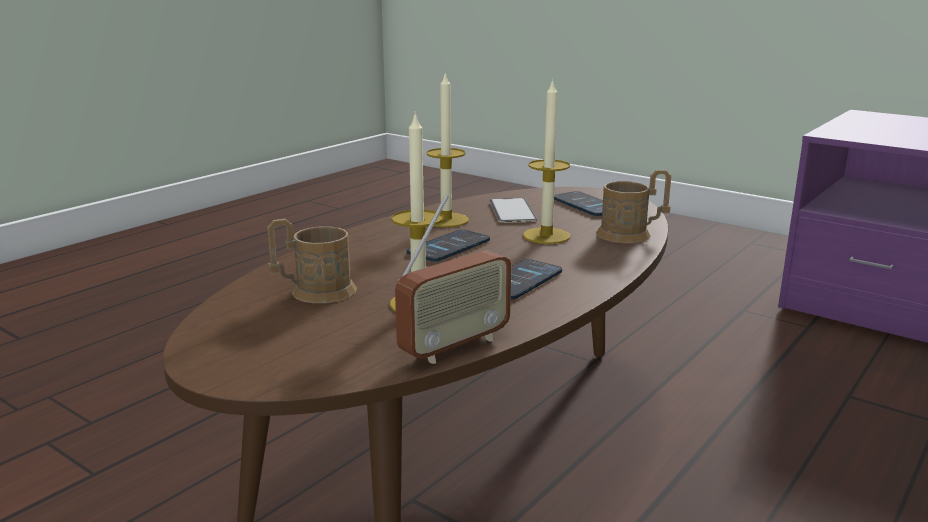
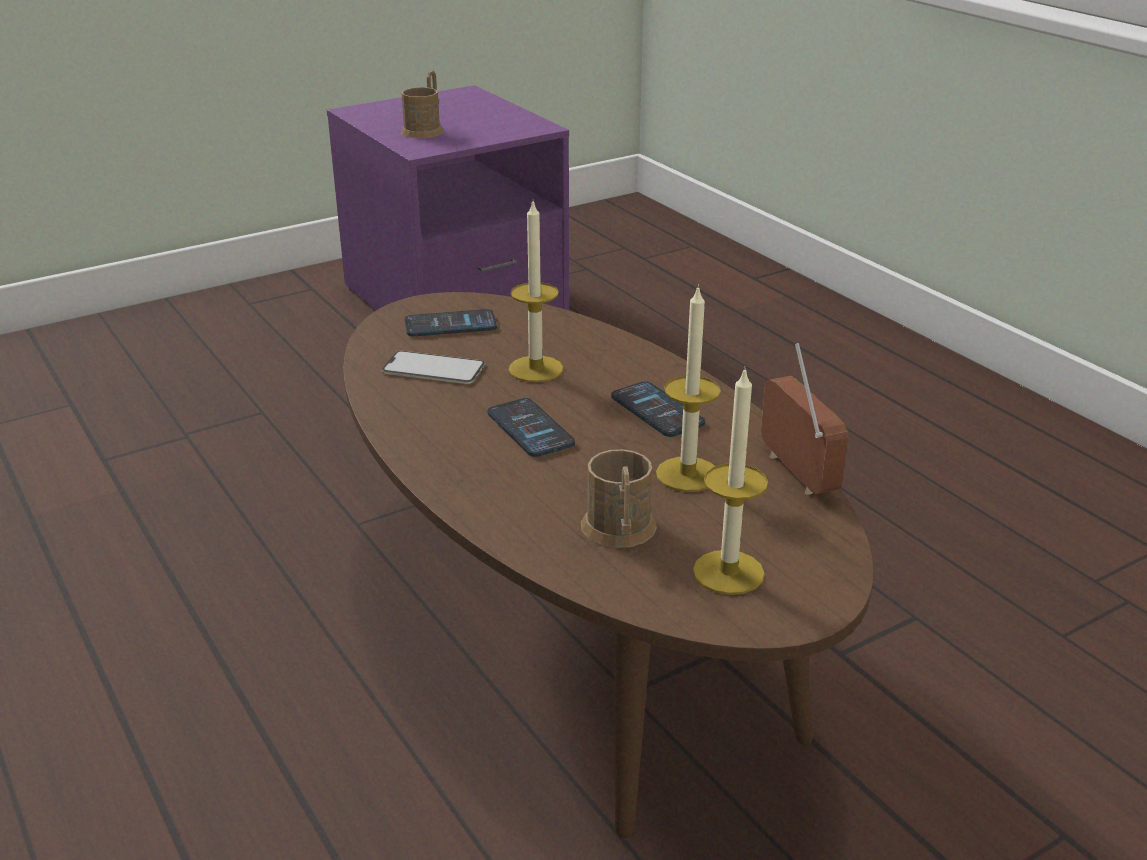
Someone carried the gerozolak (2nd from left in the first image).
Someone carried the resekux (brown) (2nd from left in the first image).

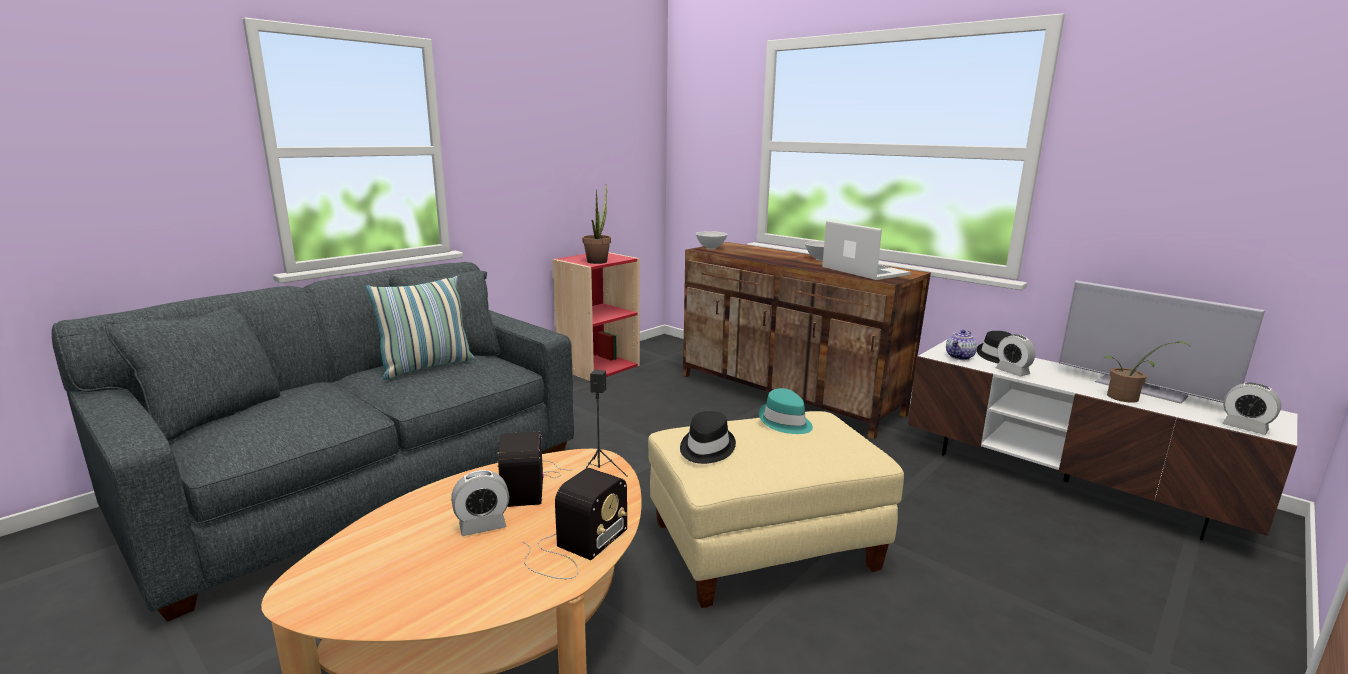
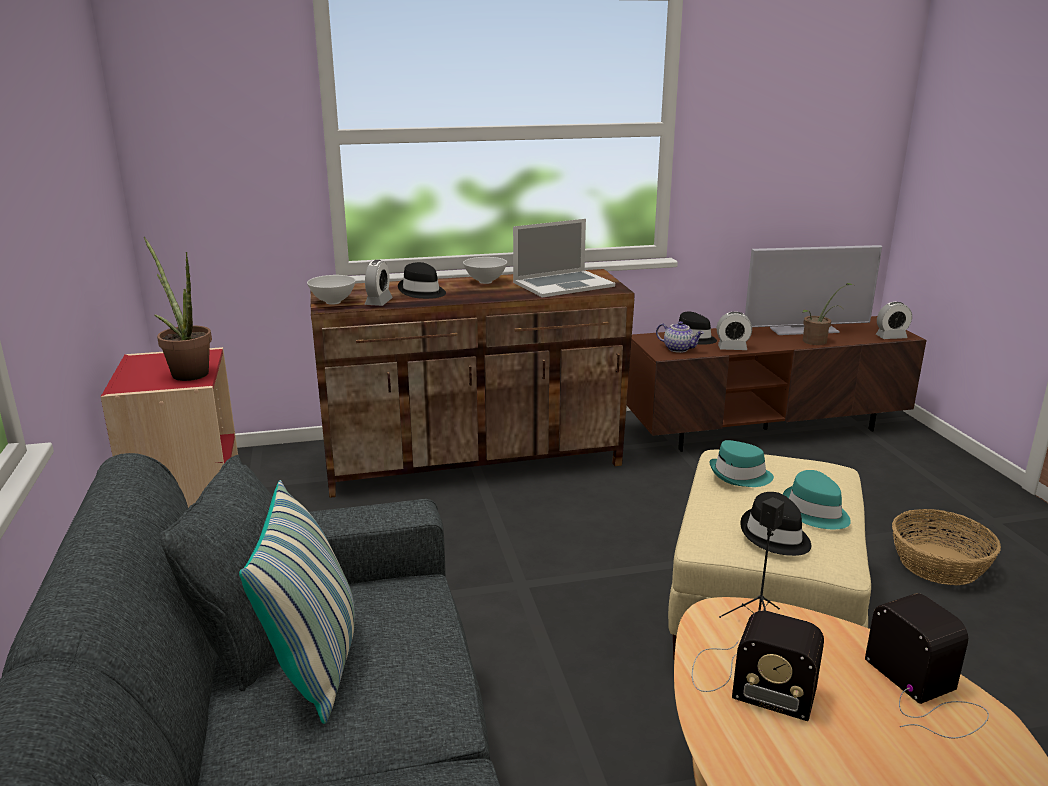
Someone put down the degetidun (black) (1st from left).
Someone put down the degetidun (turquoise) (2nd from left).
Someone put down the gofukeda.
Someone carried the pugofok (1st from left).
Someone repainted the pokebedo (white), which became the pokebedo (brown).
Someone rotated the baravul by 150 degrees clockwise.
Someone rotated the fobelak by 45 degrees counterclockwise.

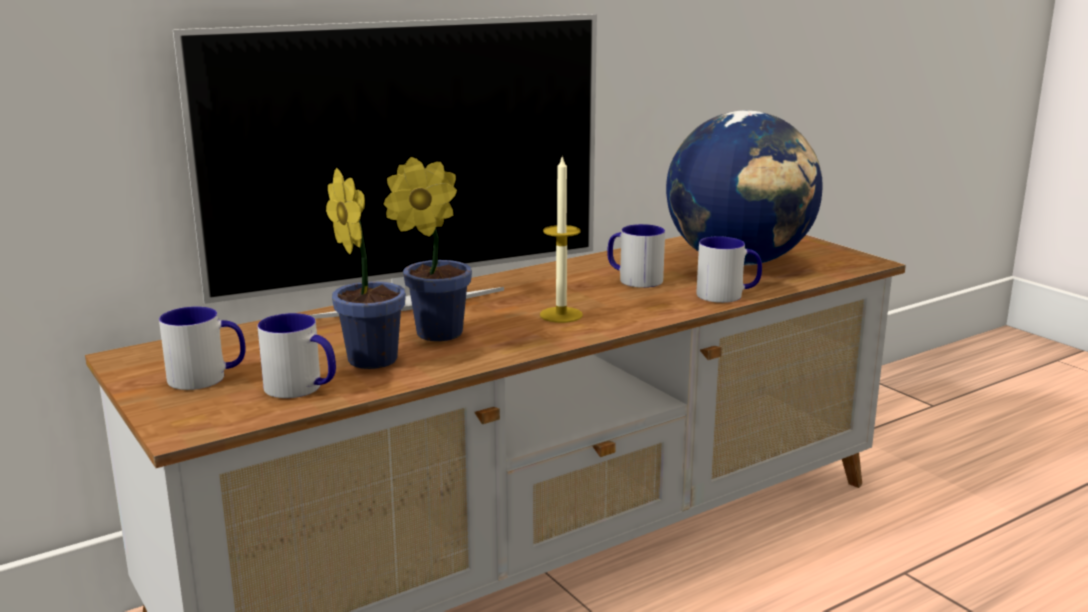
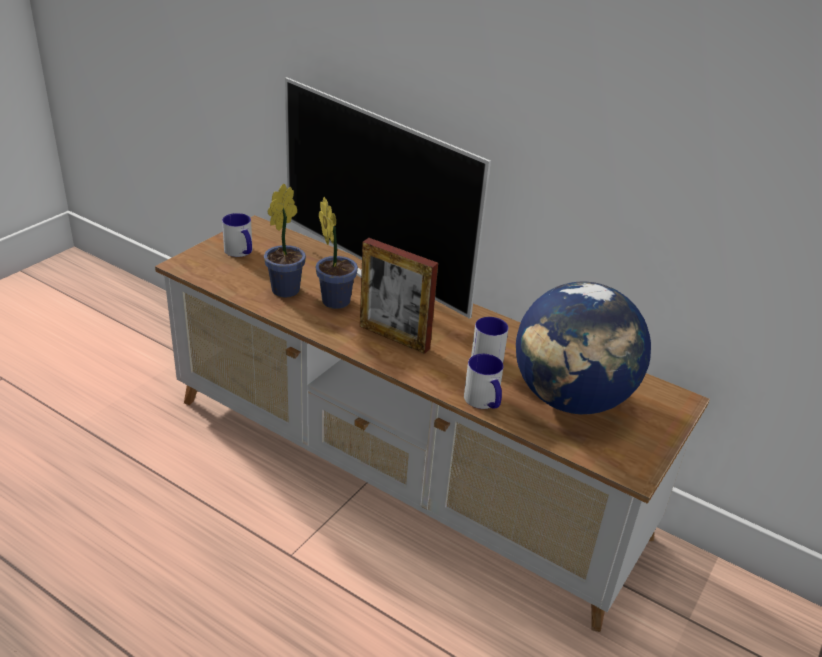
Someone took away the resekux (2nd from left).
Someone swapped the gerozolak for the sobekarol.

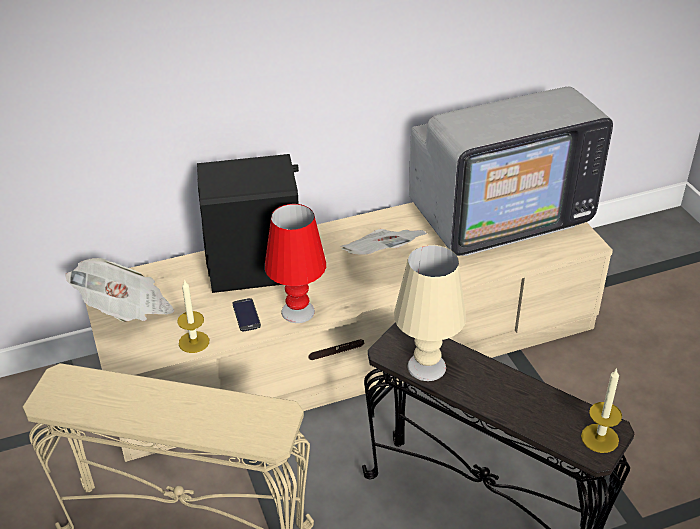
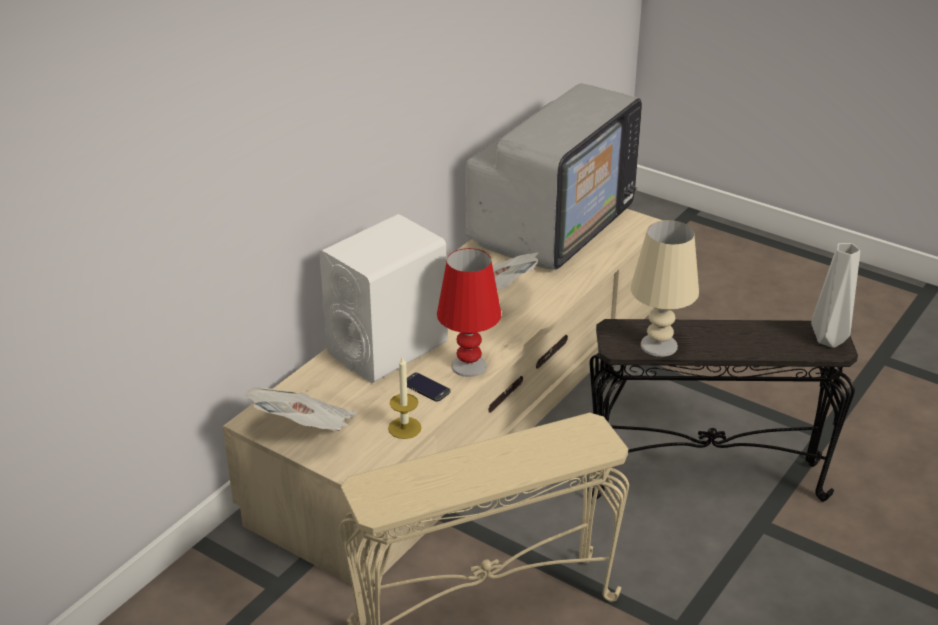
Someone swapped the gerozolak (2nd from left) for the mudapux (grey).
Someone repainted the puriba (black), which became the puriba (white).

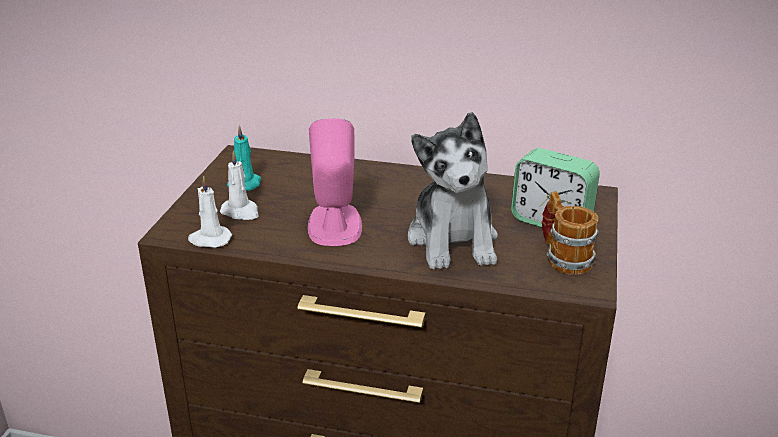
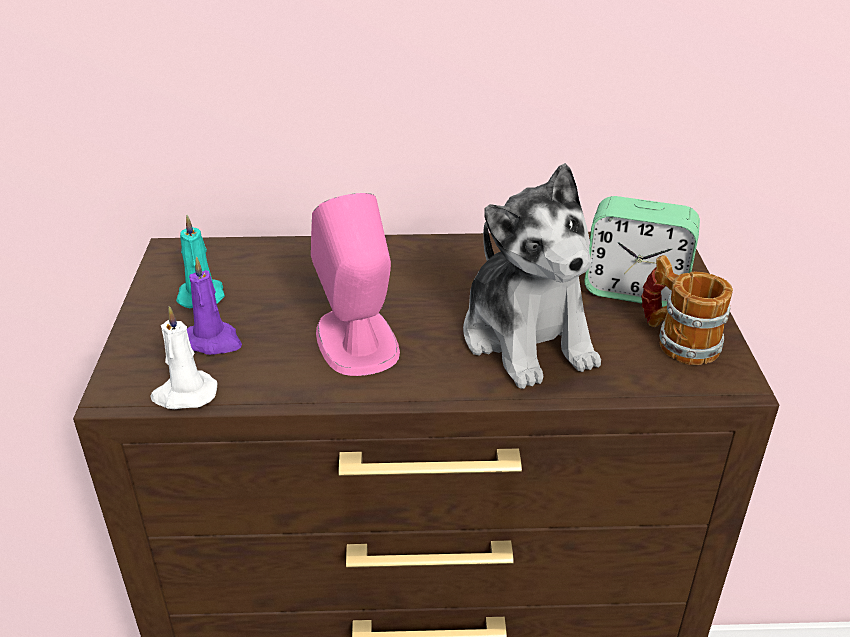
Someone repainted the gerozolak (white) (2nd from left), which became the gerozolak (purple).

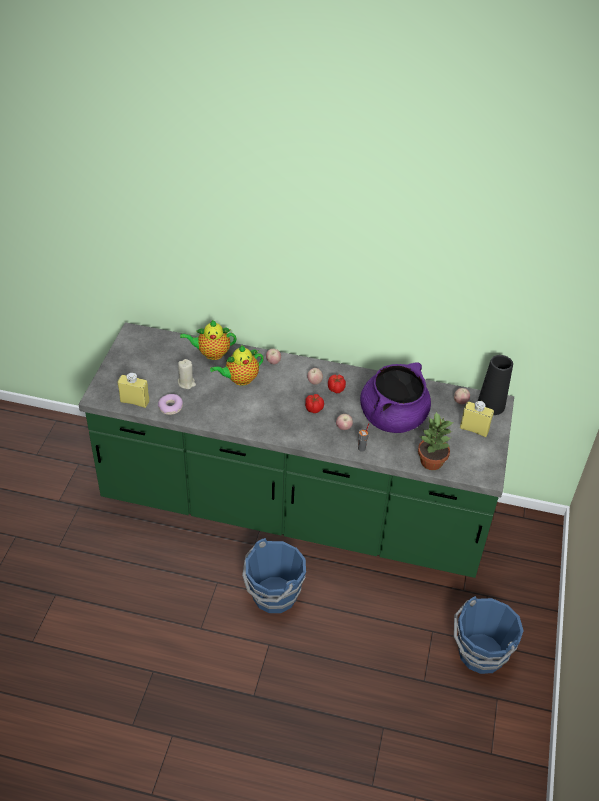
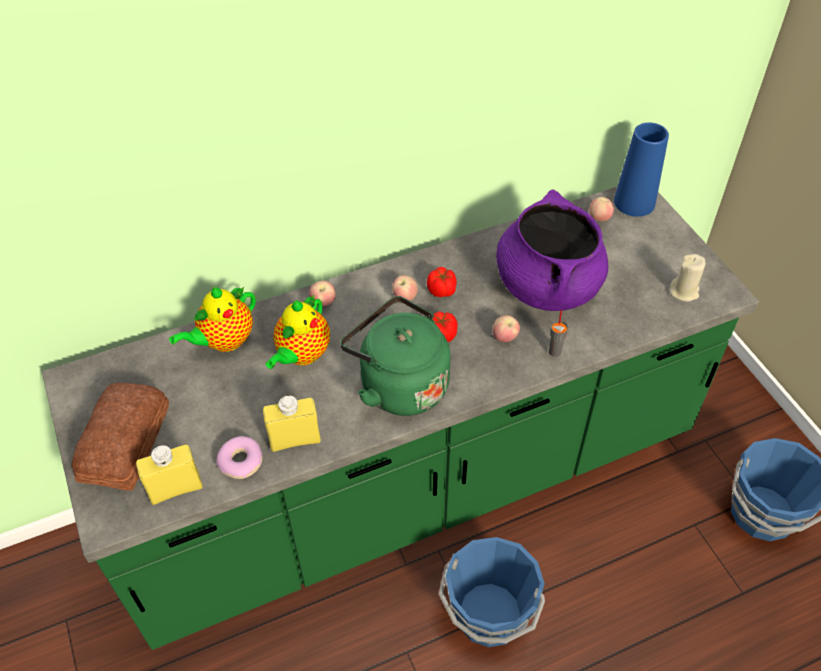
Someone took away the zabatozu.
Someone put down the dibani.
Someone put down the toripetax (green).
Someone carried the gerozolak (beige).
Someone carried the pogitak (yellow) (2nd from left).
Someone repainted the mudapux (black), which became the mudapux (blue).

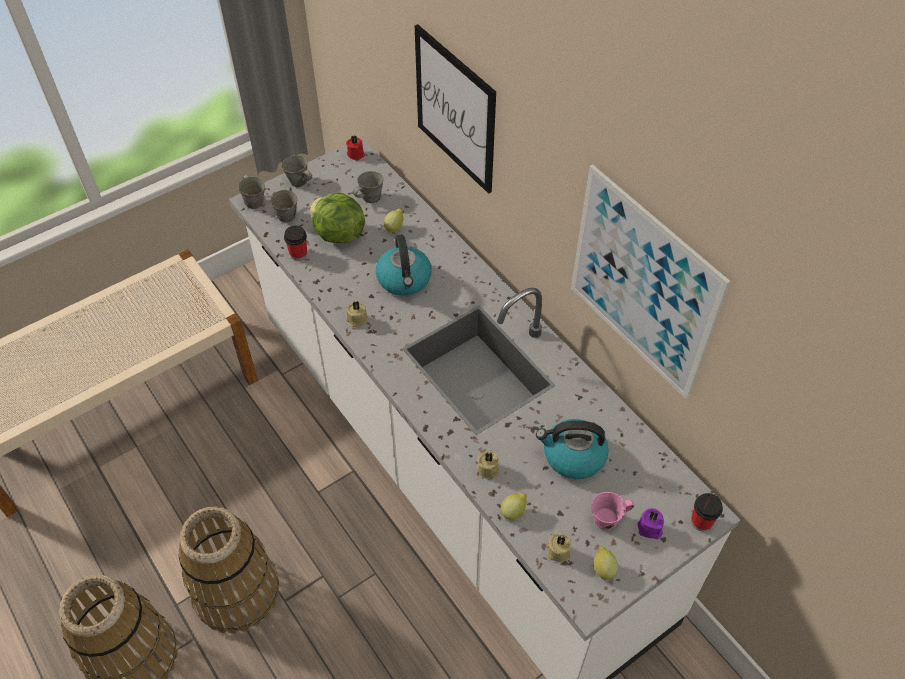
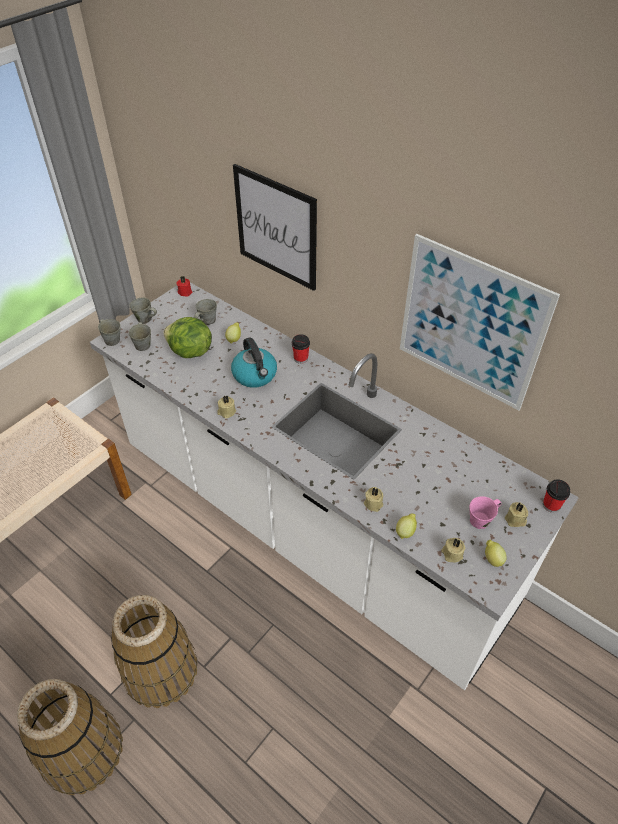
Someone took away the toripetax (2nd from left).
Someone carried the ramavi (1st from left).
Someone repainted the gerozolak (purple), which became the gerozolak (beige) (4th from left).

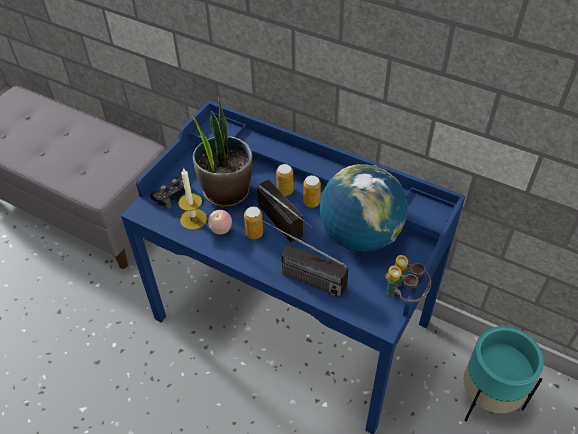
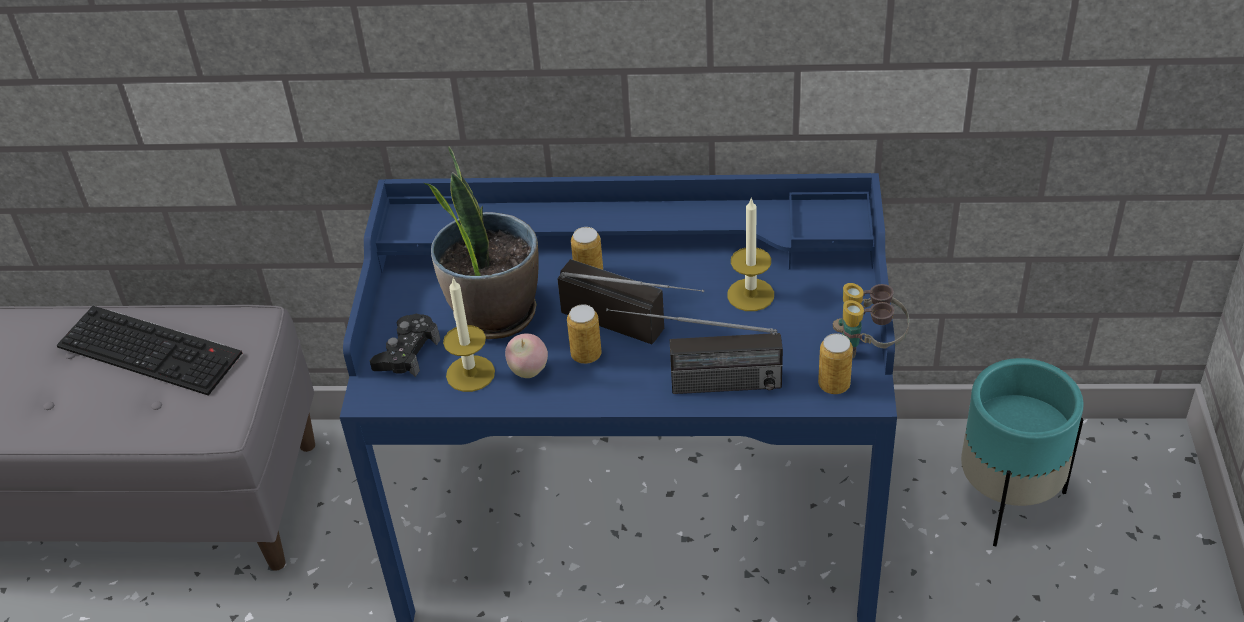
Someone put down the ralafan.
Someone carried the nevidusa (3rd from left).
Someone swapped the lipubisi for the gerozolak (2nd from left).

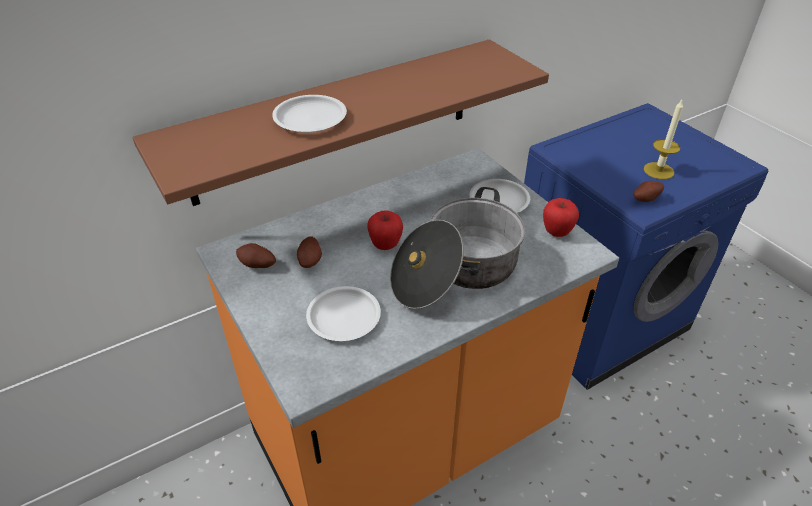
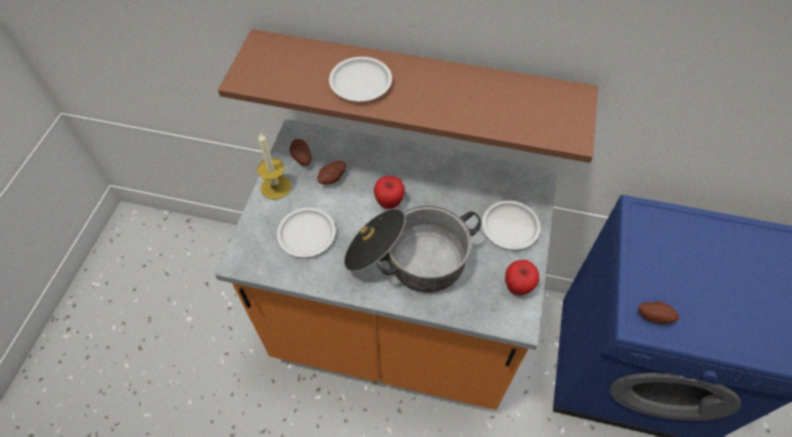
Someone carried the gerozolak.

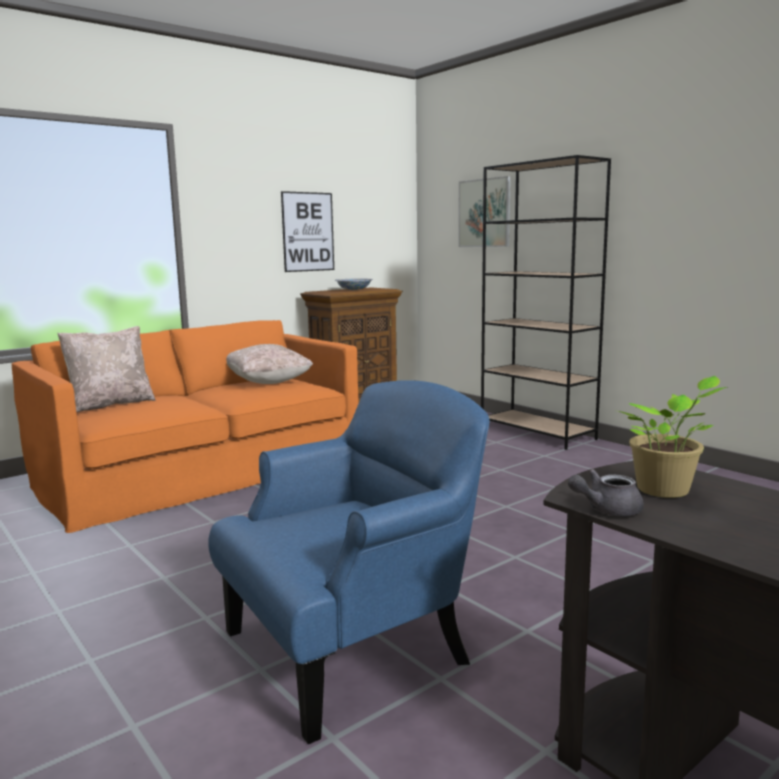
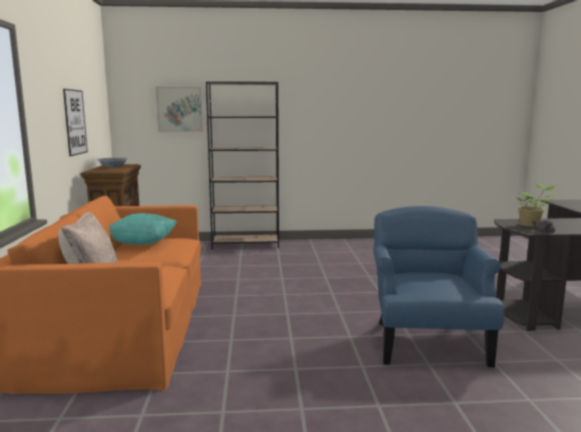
Someone repainted the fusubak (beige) (2nd from left), which became the fusubak (turquoise).

